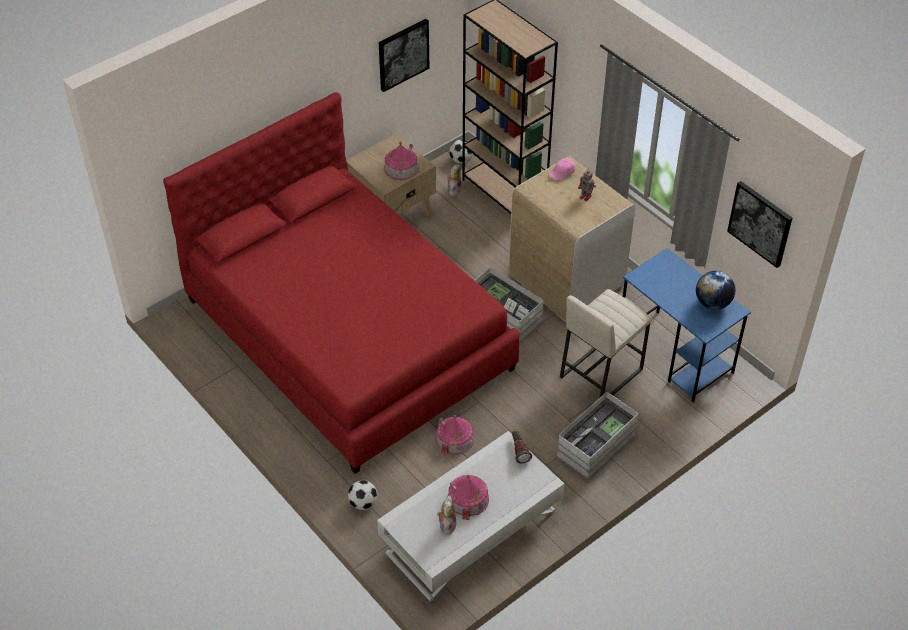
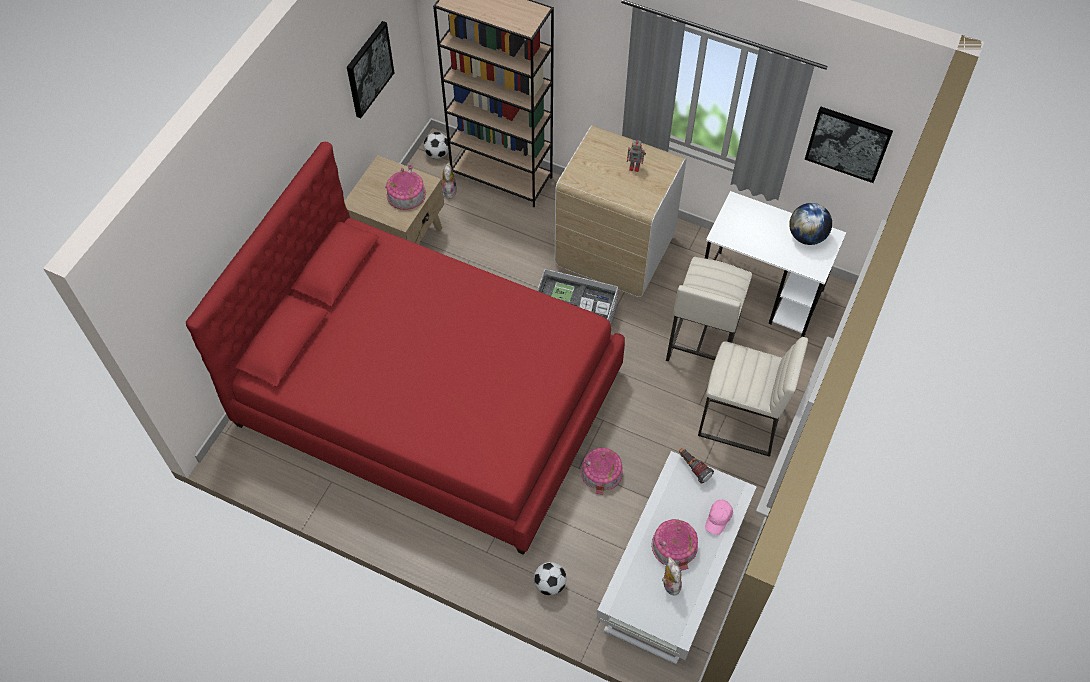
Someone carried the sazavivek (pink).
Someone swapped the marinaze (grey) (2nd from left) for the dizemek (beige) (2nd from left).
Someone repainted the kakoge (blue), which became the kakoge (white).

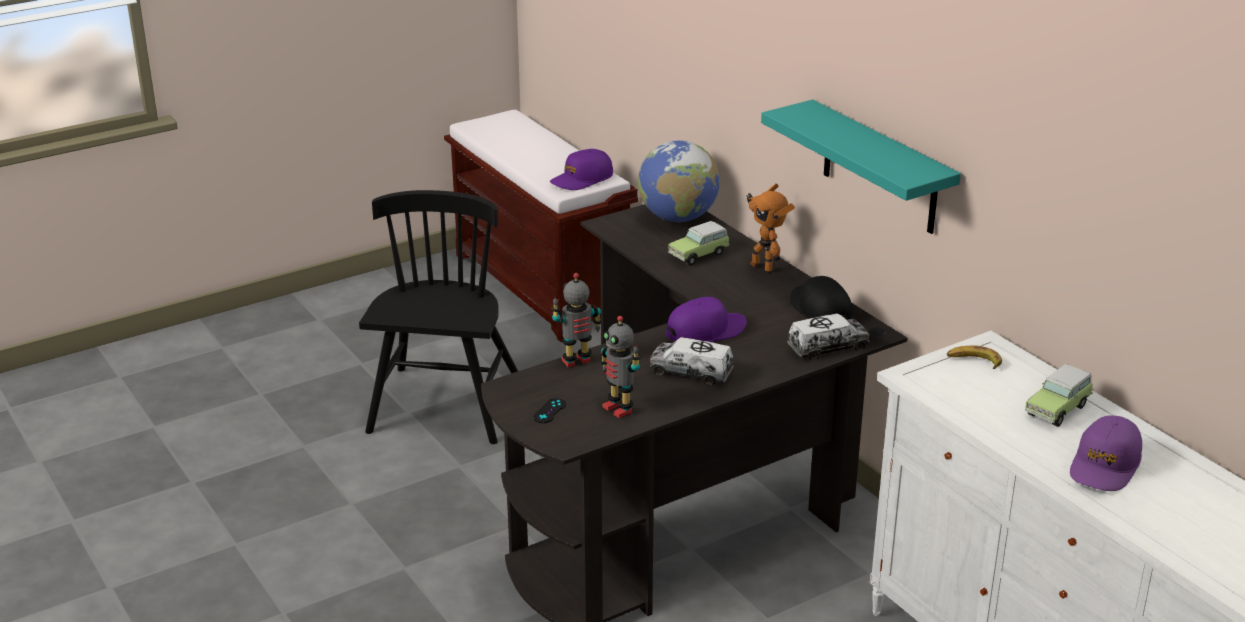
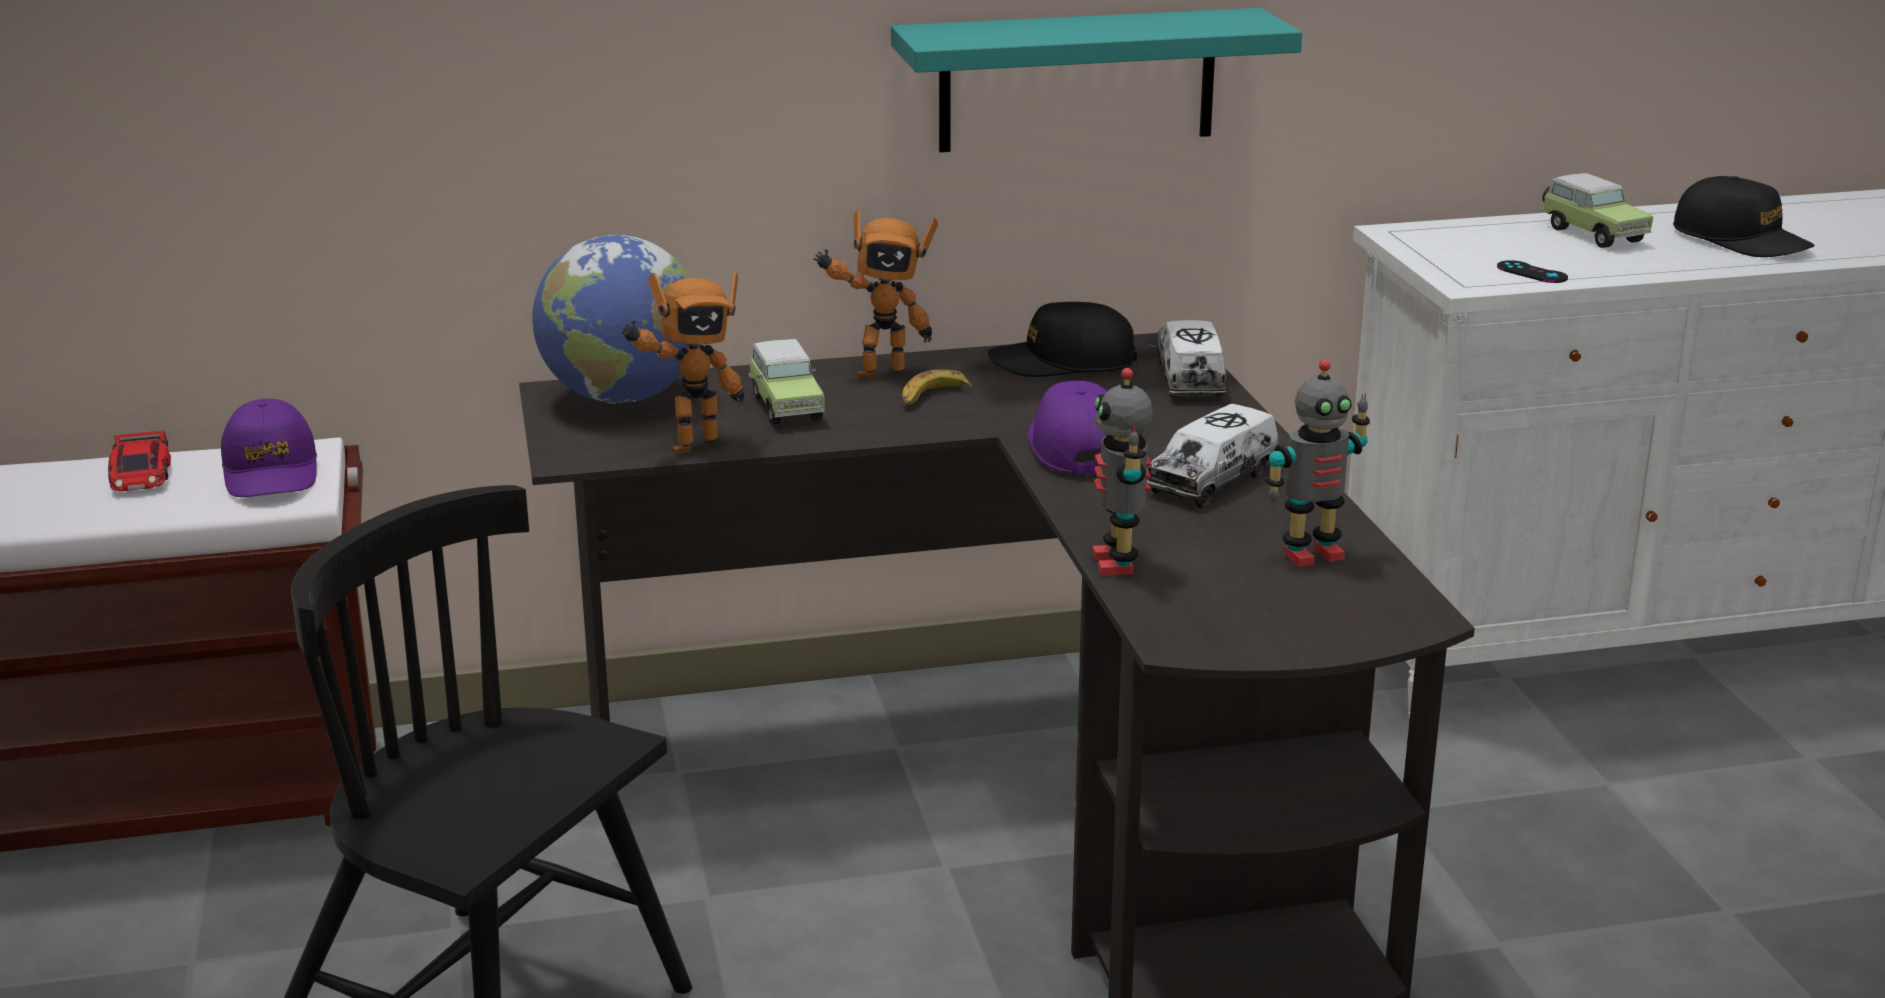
Someone put down the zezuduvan (1st from left).
Someone put down the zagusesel (1st from left).
Someone carried the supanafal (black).
Someone carried the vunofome.
Someone repainted the sazavivek (purple) (3rd from left), which became the sazavivek (black) (2nd from left).

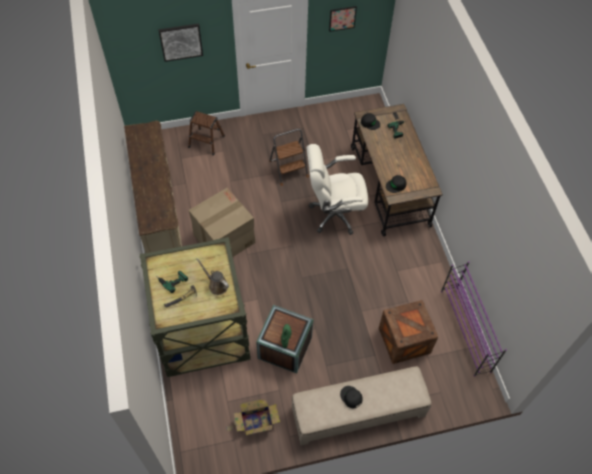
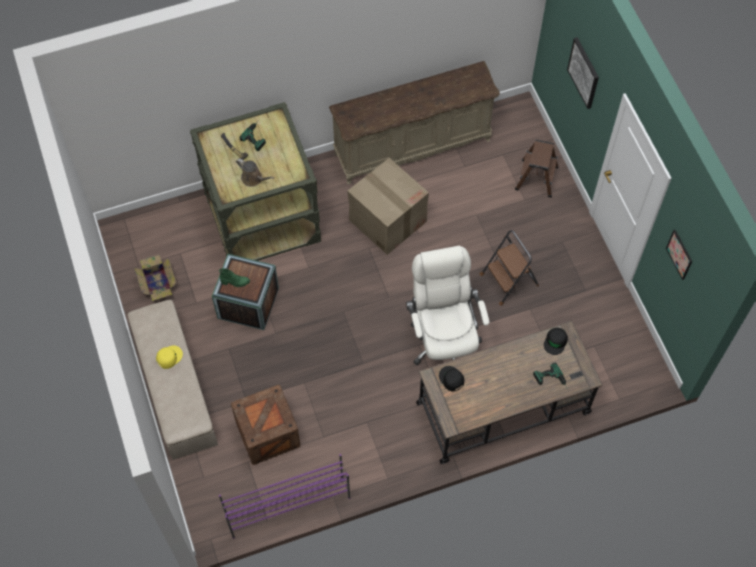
Someone repainted the sazavivek (black) (1st from left), which became the sazavivek (yellow).
Someone rotated the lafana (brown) by 90 degrees clockwise.

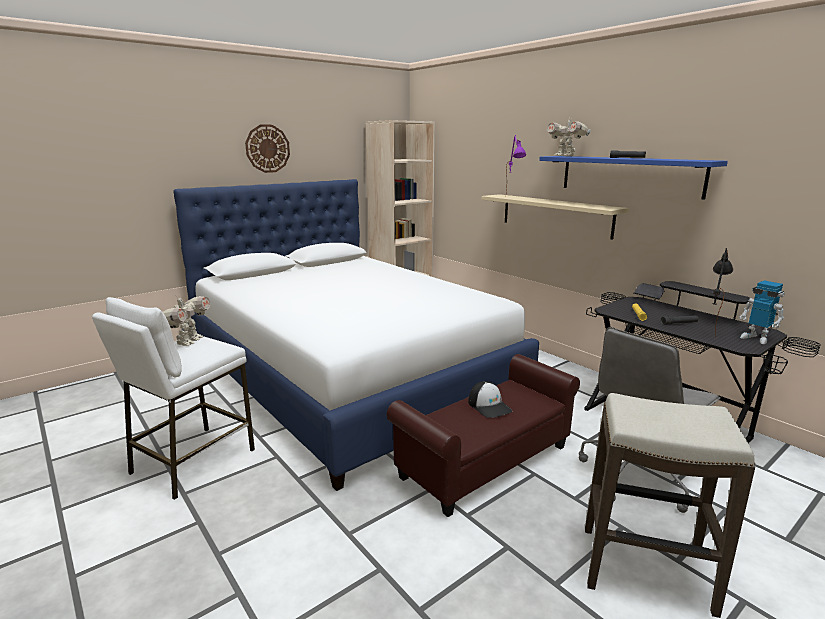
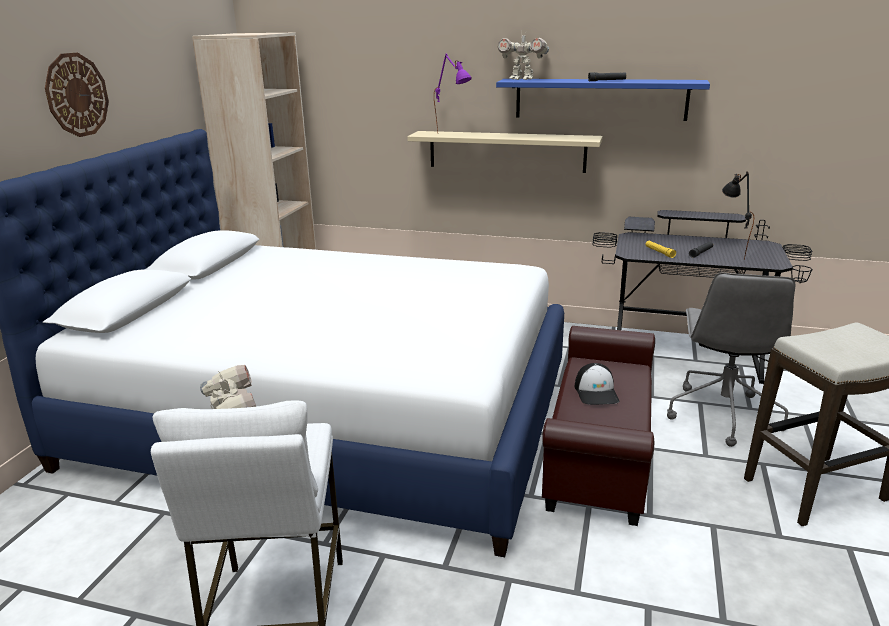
Someone took away the zagusesel (3rd from left).
Someone rotated the sazavivek by 60 degrees clockwise.

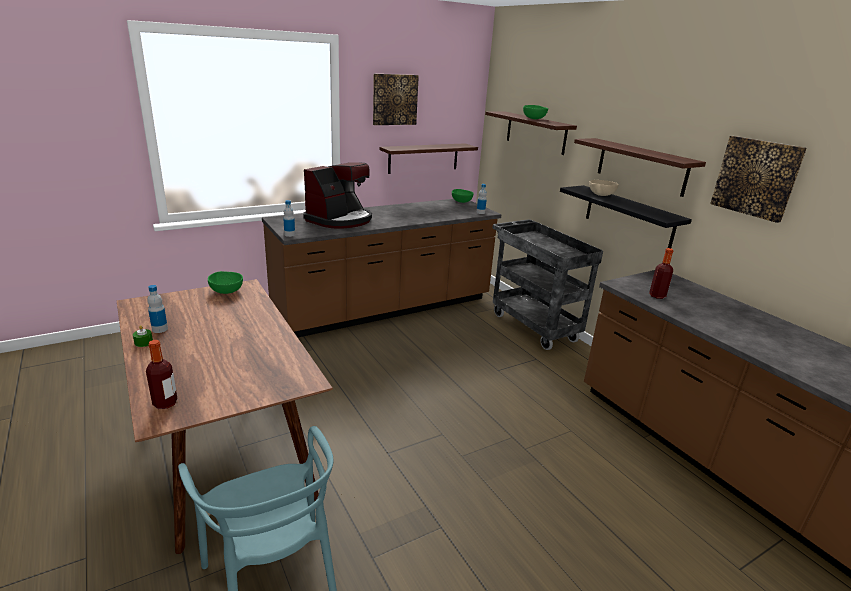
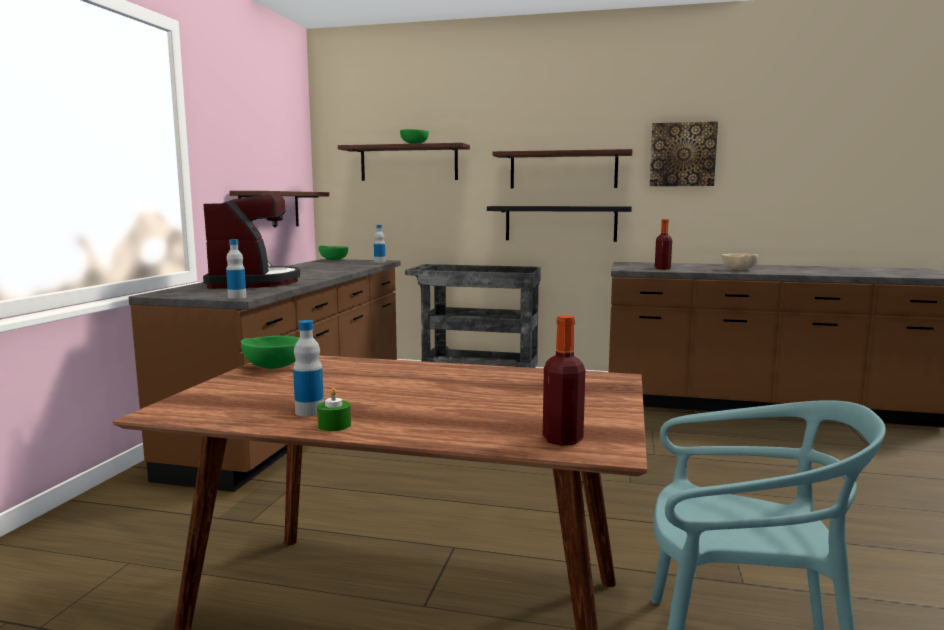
Someone took away the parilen (1st from left).
Someone carried the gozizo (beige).

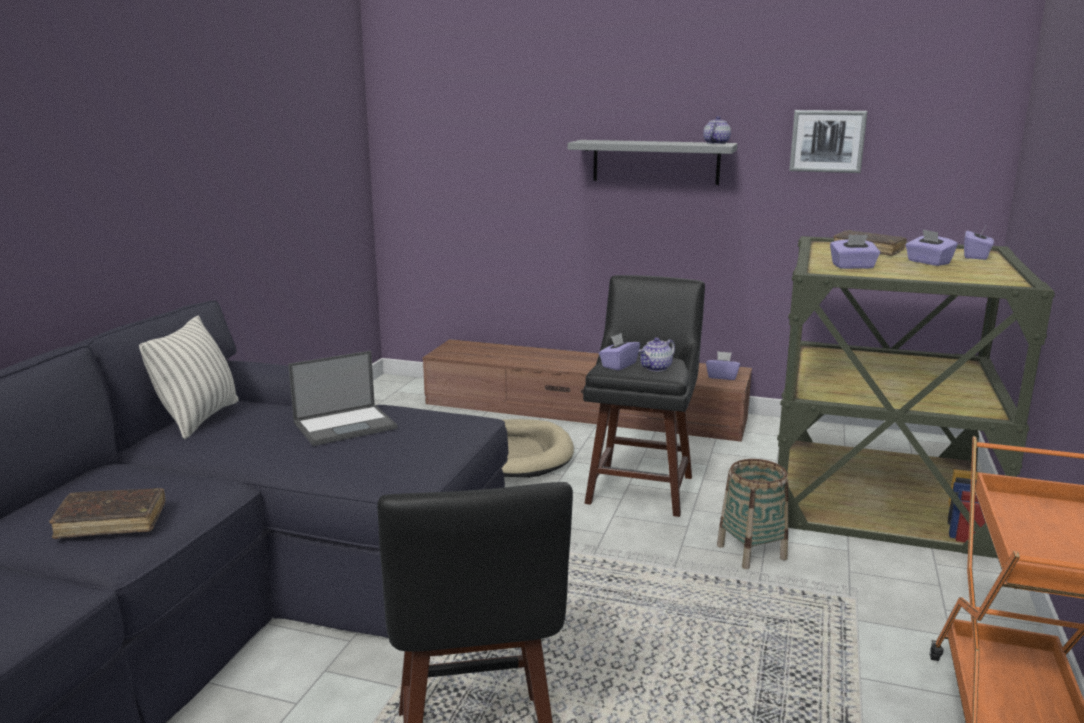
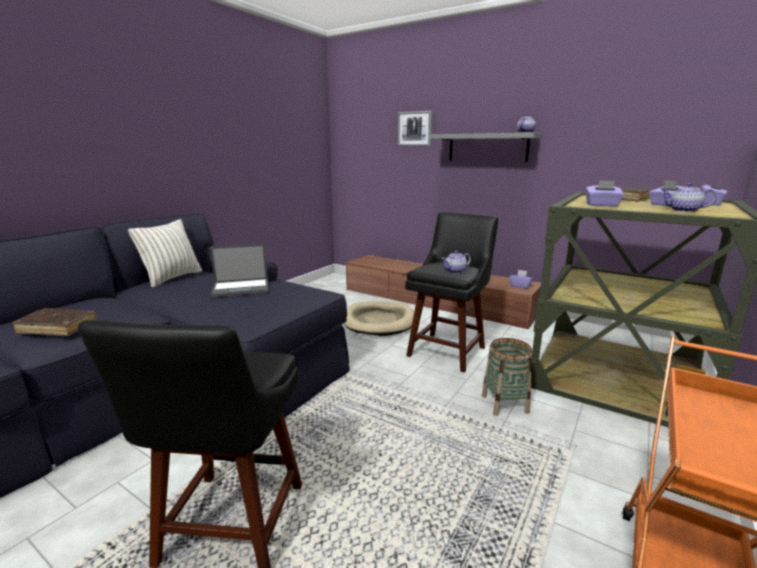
Someone took away the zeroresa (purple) (1st from left).
Someone put down the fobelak (3rd from left).
Someone carried the parilen.

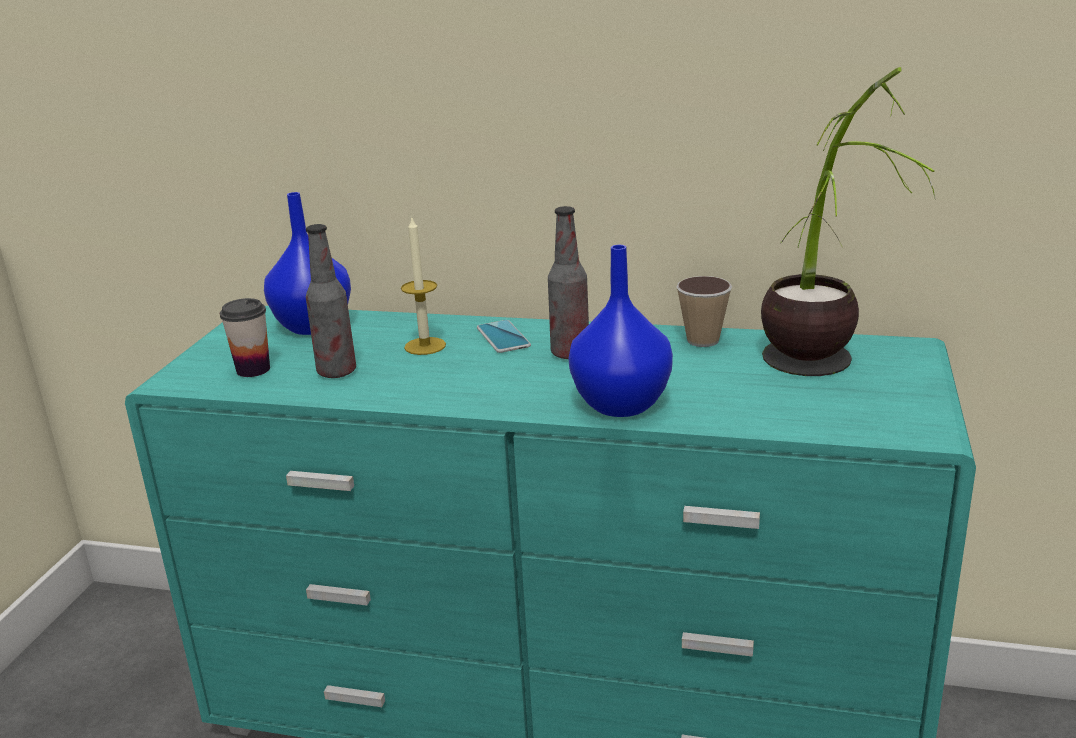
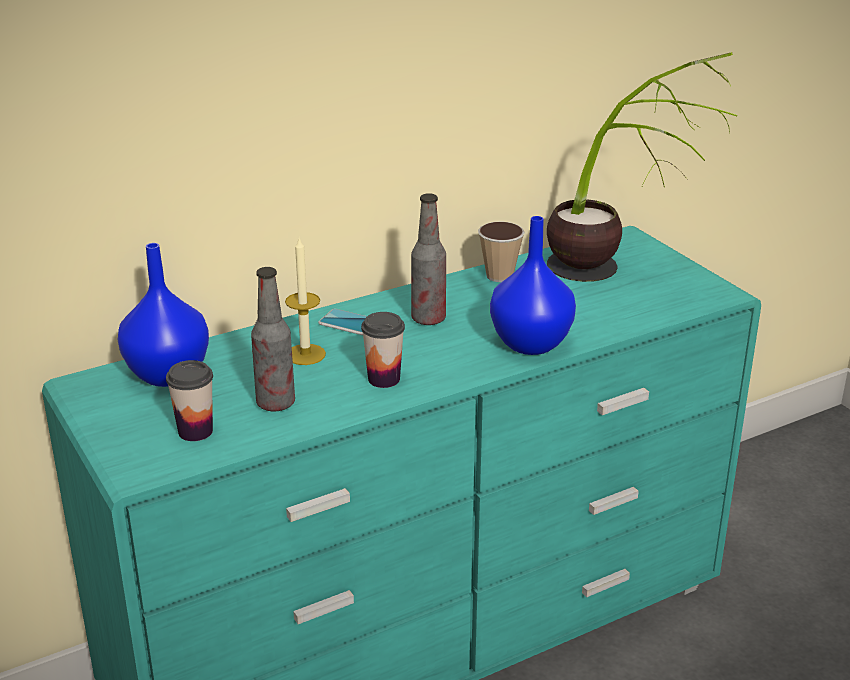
Someone put down the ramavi (2nd from left).

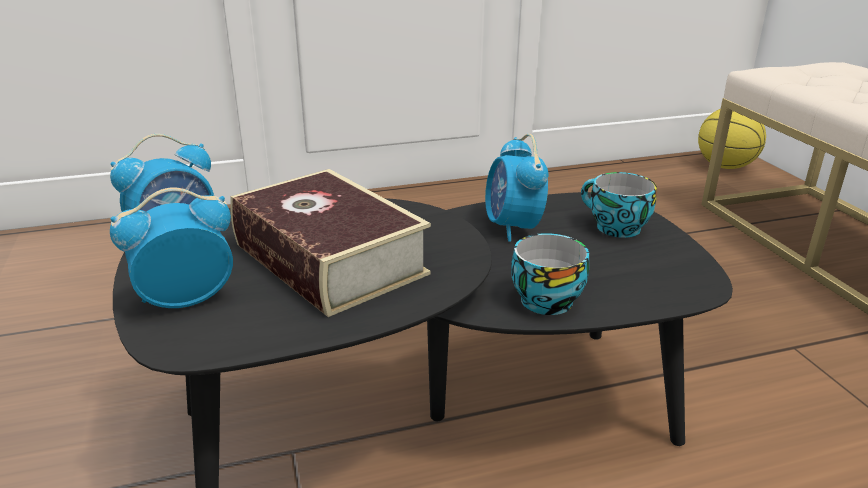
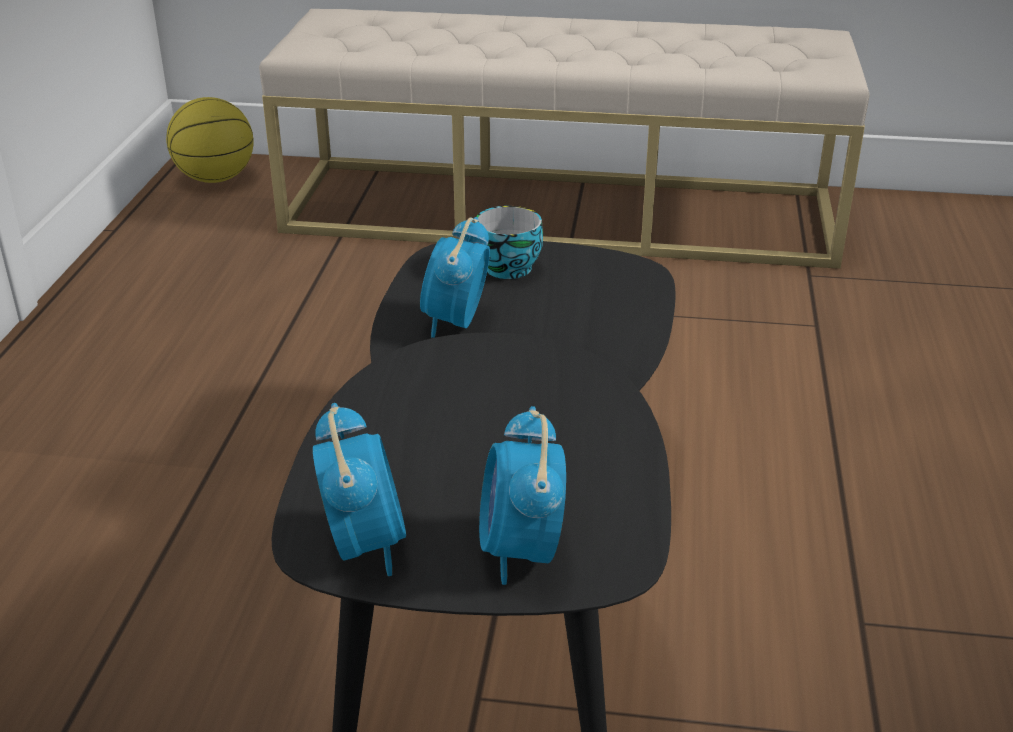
Someone took away the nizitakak.
Someone took away the ramavi (1st from left).
Someone rotated the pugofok (3rd from left in the first image) by 90 degrees clockwise.

